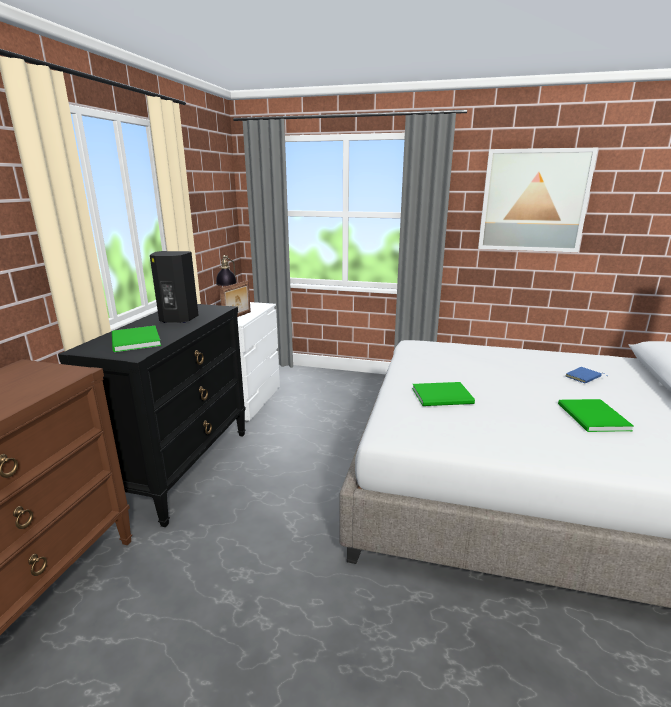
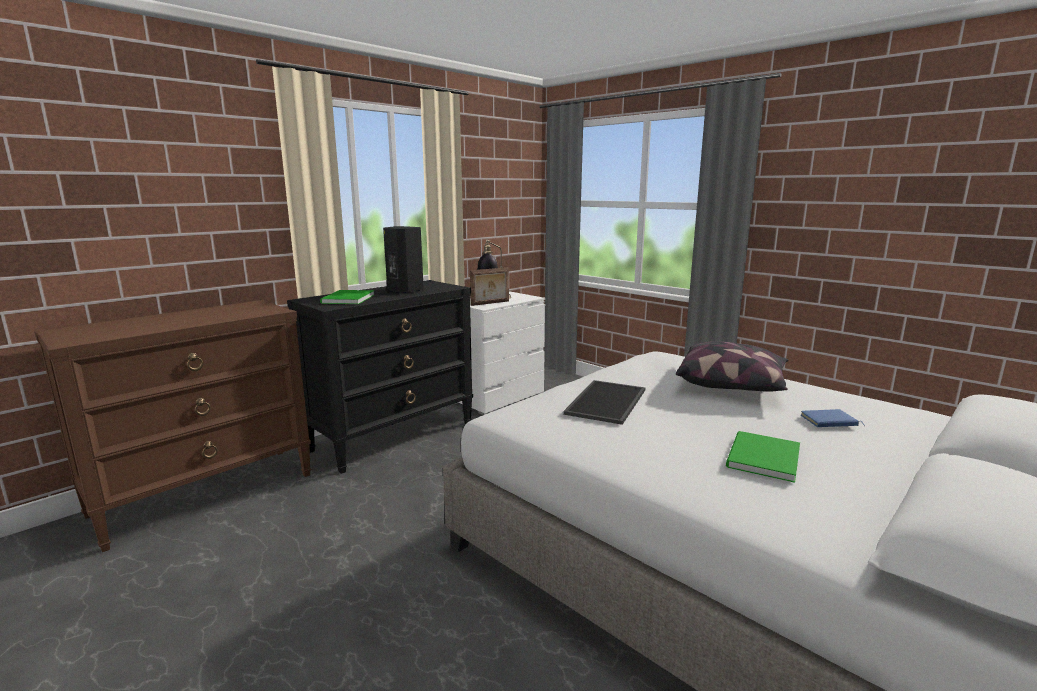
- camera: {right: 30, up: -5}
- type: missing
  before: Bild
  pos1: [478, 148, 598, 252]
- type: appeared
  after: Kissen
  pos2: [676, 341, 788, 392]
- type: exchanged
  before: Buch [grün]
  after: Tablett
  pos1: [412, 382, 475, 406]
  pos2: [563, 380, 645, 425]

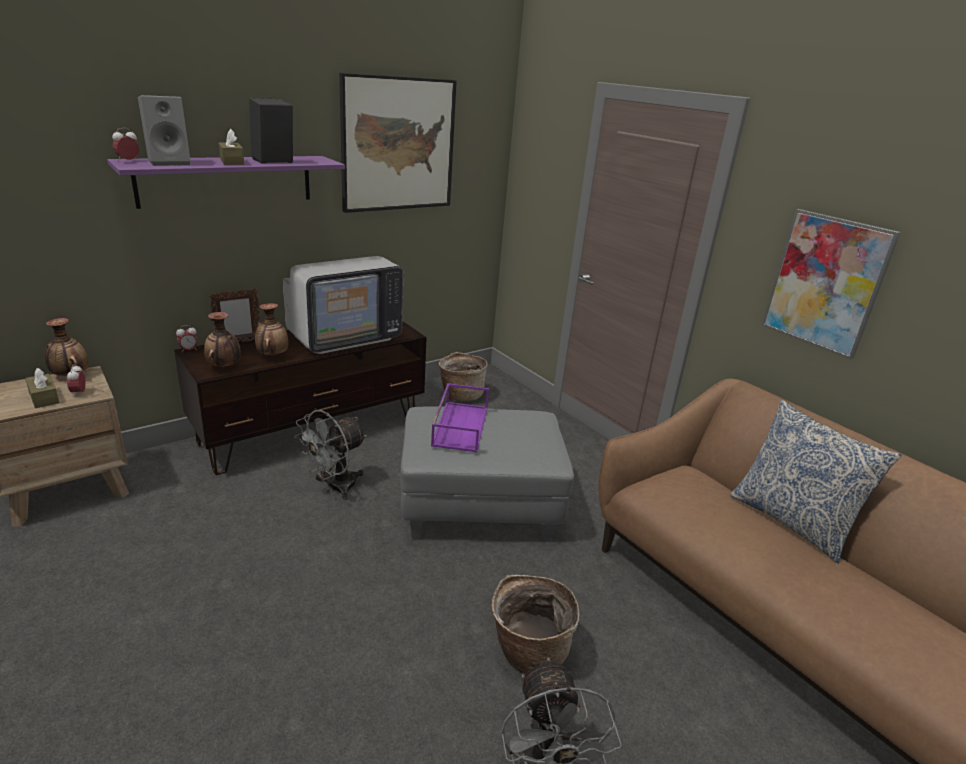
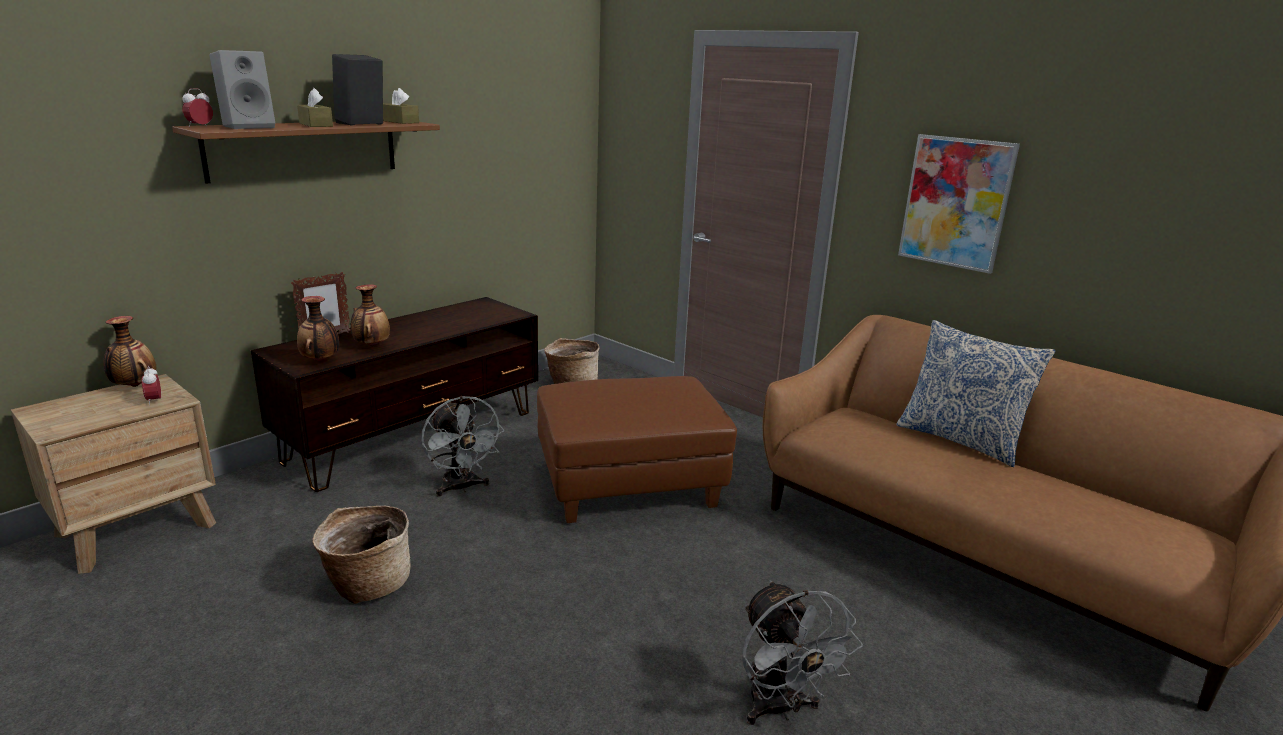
- camera: {right: -10, up: -5}
- type: missing
  before: Wecker
  pos1: [176, 325, 198, 353]
- type: missing
  before: Fernseher
  pos1: [283, 256, 403, 354]
- type: missing
  before: Bild
  pos1: [339, 73, 457, 213]
- type: missing
  before: Tablett [lila]
  pos1: [431, 383, 489, 453]
- type: relocated
  before: Taschentuchbox [braun]
  pos1: [25, 368, 59, 408]
  pos2: [383, 88, 419, 124]
- type: relocated
  before: Korb
  pos1: [492, 575, 579, 674]
  pos2: [312, 506, 410, 604]
- type: colour
  before: Wandregal [lila]
  after: Wandregal [braun]
  pos1: [107, 156, 345, 209]
  pos2: [172, 121, 440, 184]
- type: colour
  before: Polsterhocker [grau]
  after: Polsterhocker [braun]
  pos1: [400, 407, 574, 541]
  pos2: [537, 376, 737, 523]
- type: spun
  before: Ventilator [grau]
  pos1: [294, 410, 367, 500]
  pos2: [421, 396, 504, 497]
  turn: -60

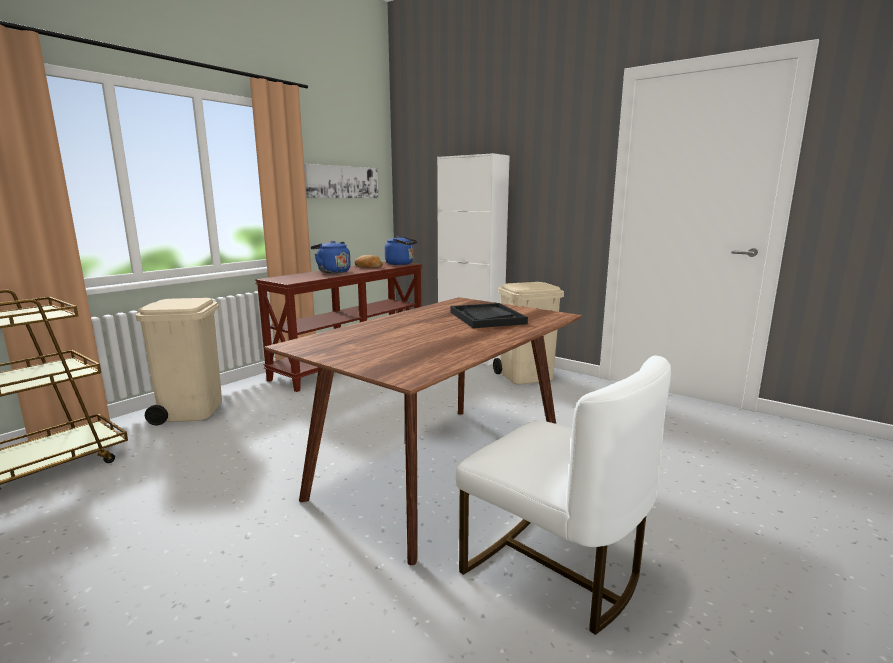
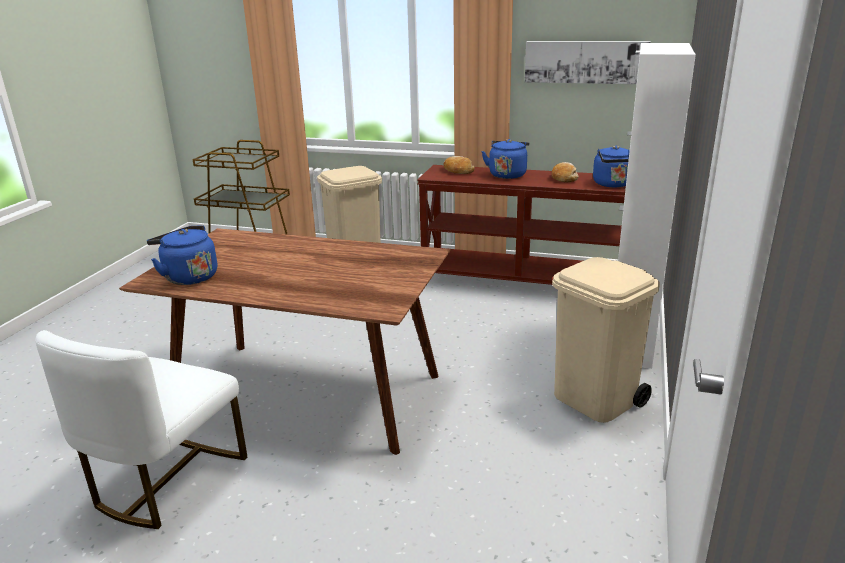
- camera: {right: 70, up: 10}
- type: missing
  before: Tablett [schwarz]
  pos1: [450, 303, 528, 328]
- type: appeared
  after: Wasserkessel [blau]
  pos2: [147, 225, 217, 285]
- type: appeared
  after: Brot
  pos2: [443, 156, 475, 174]

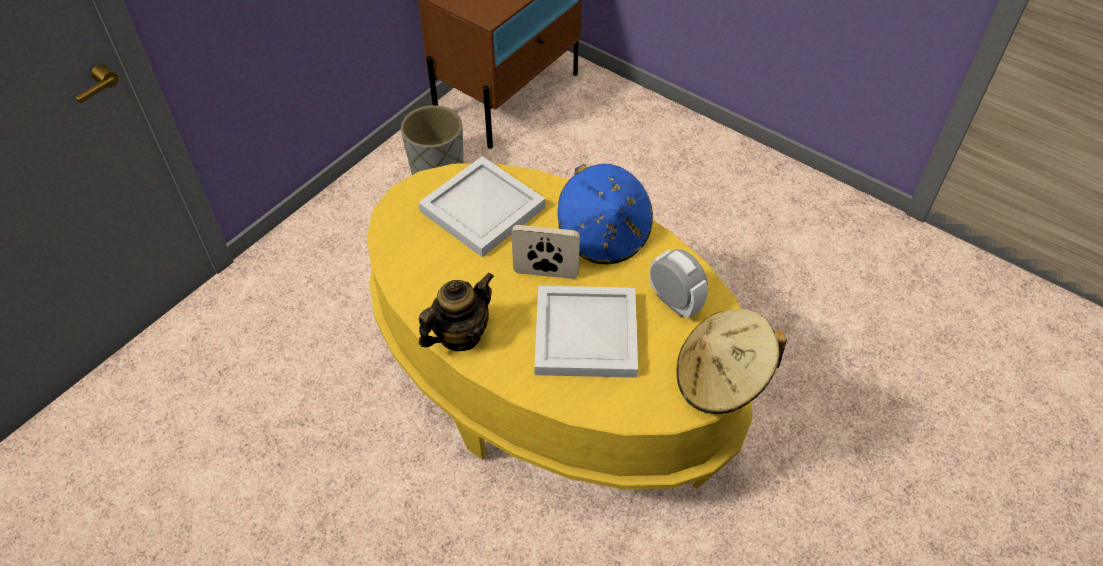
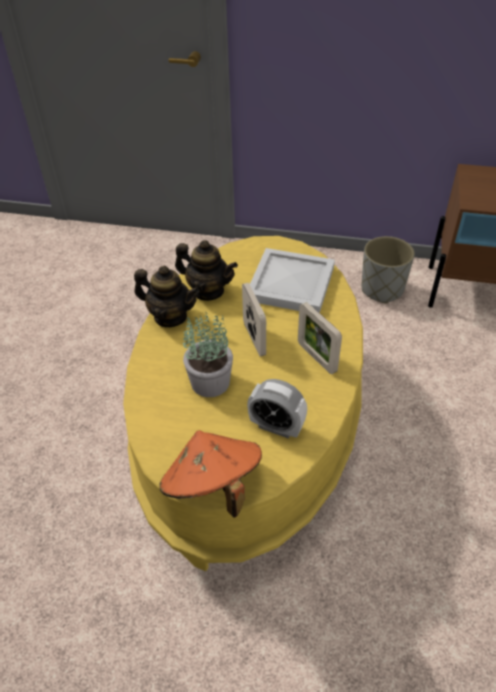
- camera: {right: 65, up: -5}
- type: appeared
  after: Teekanne
  pos2: [175, 240, 238, 301]
- type: exchanged
  before: Tablett [weiß]
  after: Topfpflanze
  pos1: [534, 286, 638, 378]
  pos2: [183, 312, 233, 397]
- type: exchanged
  before: Hut [blau]
  after: Bilderrahmen
  pos1: [558, 164, 653, 264]
  pos2: [298, 302, 342, 374]
- type: colour
  before: Hut [beige]
  after: Hut [orange]
  pos1: [677, 309, 787, 414]
  pos2: [159, 430, 262, 518]
- type: spun
  before: Wecker
  pos1: [650, 249, 708, 319]
  pos2: [247, 379, 307, 439]
  turn: 90

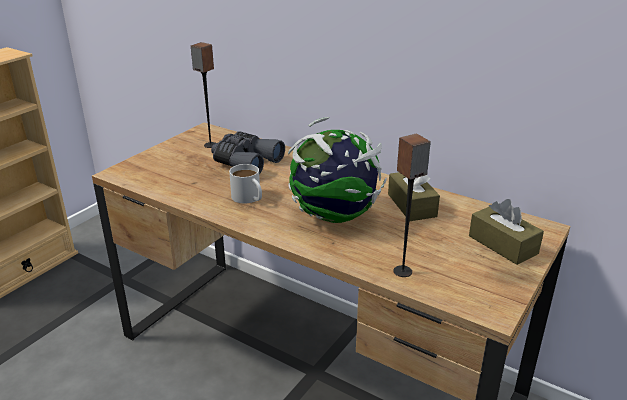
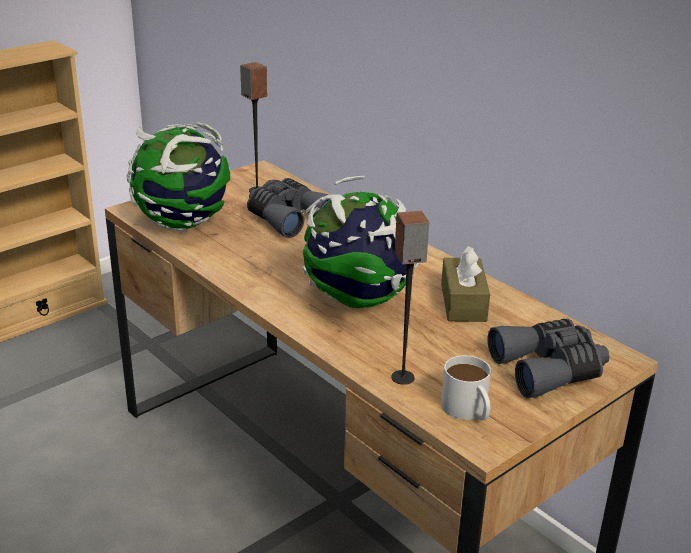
- camera: {right: 15, up: 0}
- type: appeared
  after: Globus
  pos2: [127, 123, 230, 231]
- type: relocated
  before: Henkelbecher [weiß]
  pos1: [229, 164, 262, 203]
  pos2: [441, 355, 491, 420]
- type: exchanged
  before: Taschentuchbox [braun]
  after: Fernglas [grau]
  pos1: [469, 199, 544, 265]
  pos2: [487, 319, 610, 398]

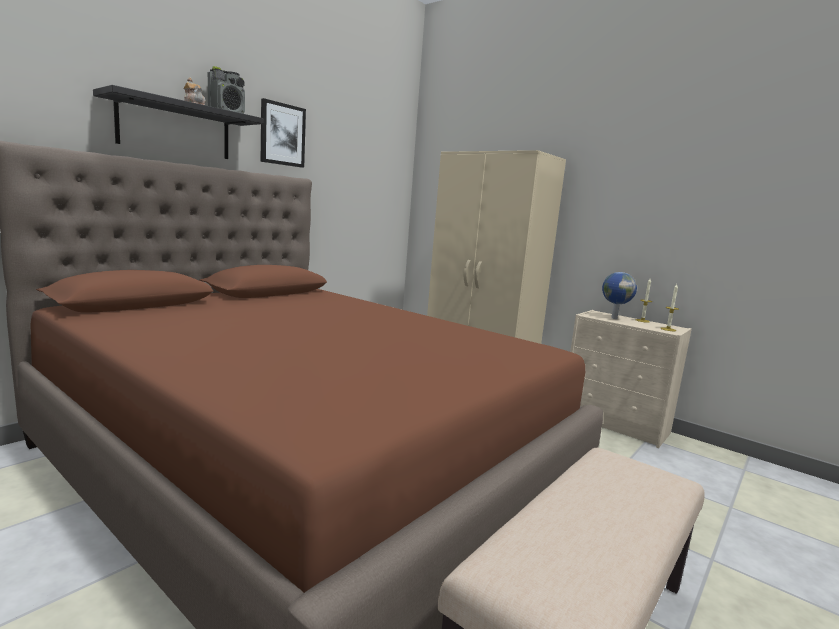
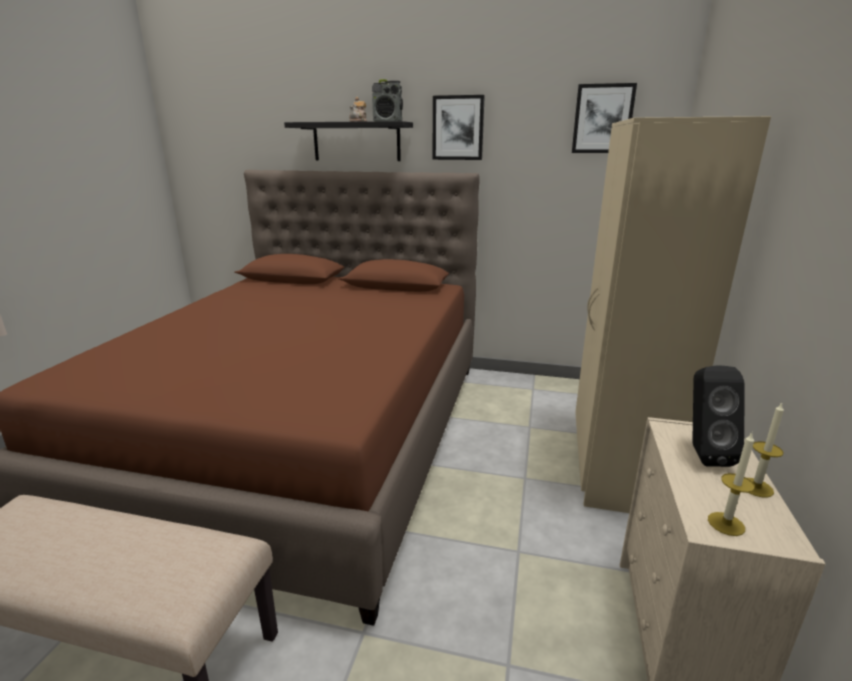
- camera: {right: 65, up: 10}
- type: appeared
  after: Bild
  pos2: [572, 83, 637, 153]
- type: exchanged
  before: Globus
  after: Lautsprecher [schwarz]
  pos1: [602, 272, 637, 319]
  pos2: [692, 365, 744, 467]

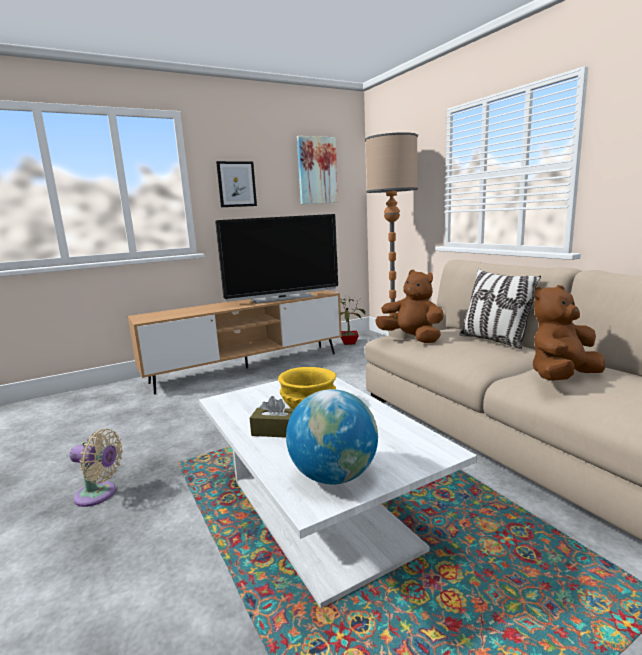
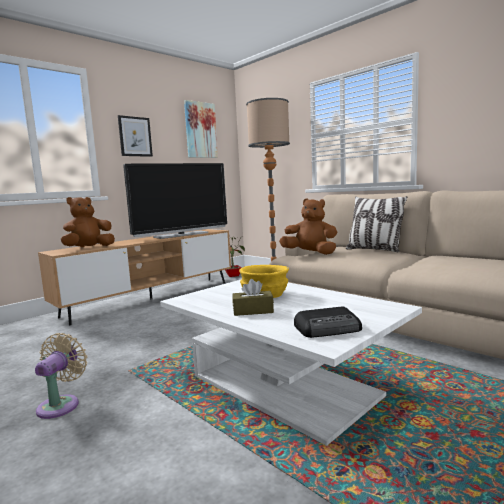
- camera: {right: -15, up: -5}
- type: relocated
  before: Plüschtier [braun]
  pos1: [533, 285, 605, 381]
  pos2: [61, 197, 115, 247]
- type: exchanged
  before: Globus
  after: Radio
  pos1: [286, 389, 378, 485]
  pos2: [294, 307, 362, 338]
- type: spun
  before: Ventilator [beige]
  pos1: [70, 429, 123, 507]
  pos2: [35, 333, 87, 419]
  turn: -75

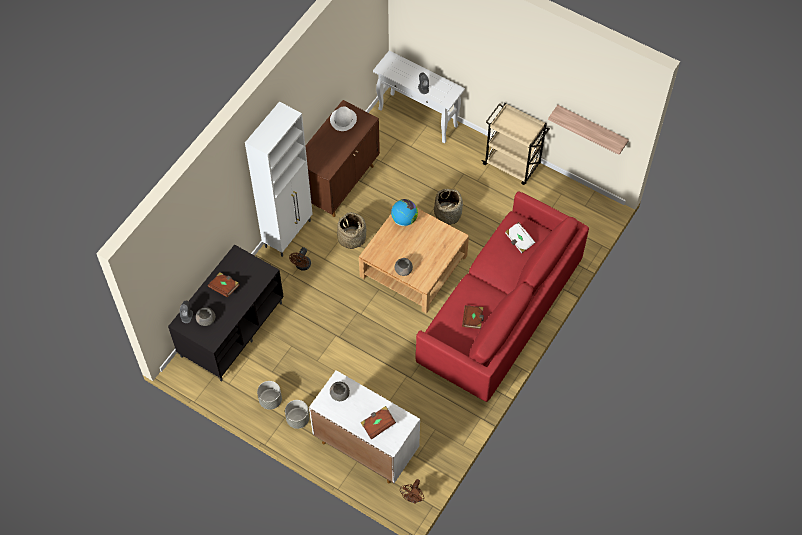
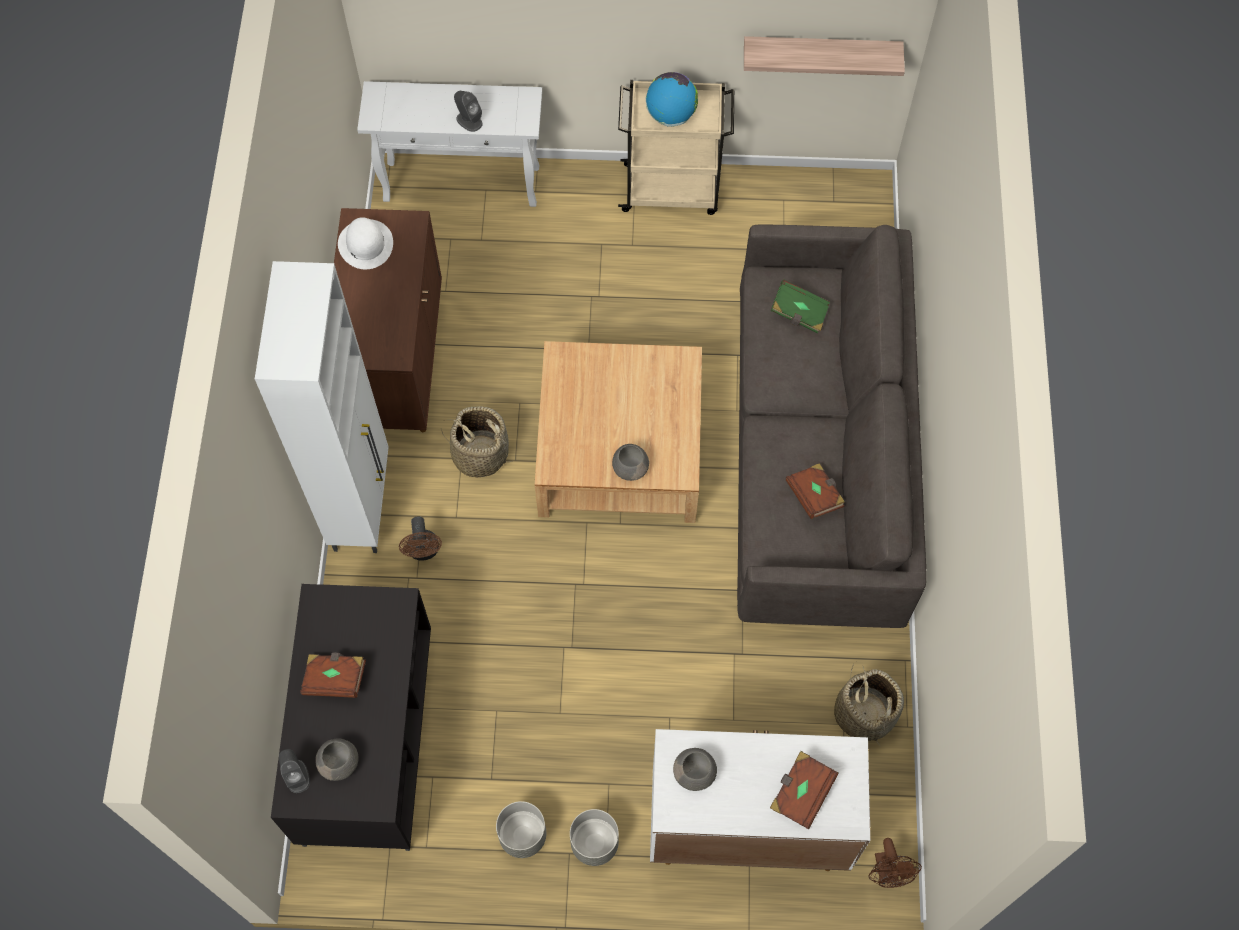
- camera: {right: -30, up: 5}
- type: relocated
  before: Globus
  pos1: [391, 199, 418, 226]
  pos2: [646, 72, 698, 127]
- type: relocated
  before: Korb
  pos1: [434, 188, 463, 225]
  pos2: [834, 664, 904, 746]
- type: colour
  before: Sofa [rot]
  after: Sofa [grau]
  pos1: [415, 192, 589, 402]
  pos2: [737, 225, 926, 628]
- type: colour
  before: Buch [weiß]
  after: Buch [grün]
  pos1: [505, 222, 536, 253]
  pos2: [771, 279, 830, 333]

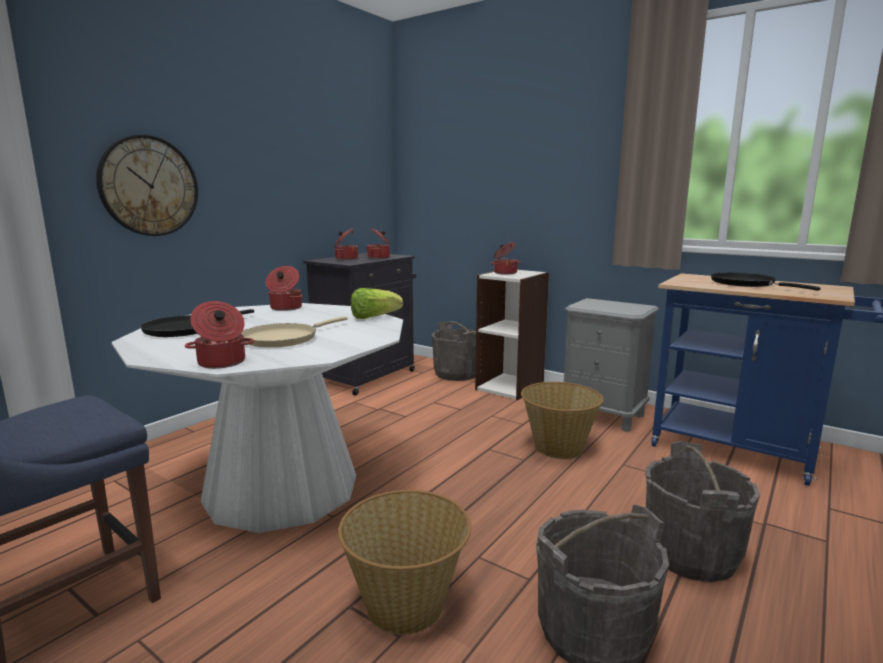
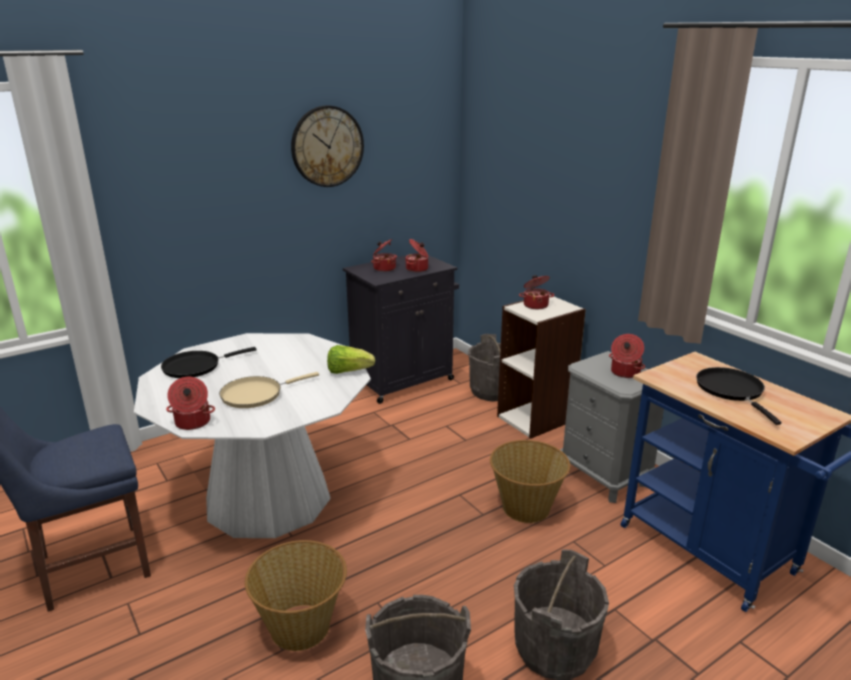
- camera: {right: 20, up: 10}
- type: relocated
  before: Wanduhr
  pos1: [96, 135, 198, 236]
  pos2: [291, 105, 364, 187]
- type: relocated
  before: Kochtopf
  pos1: [266, 266, 303, 311]
  pos2: [609, 334, 645, 378]

